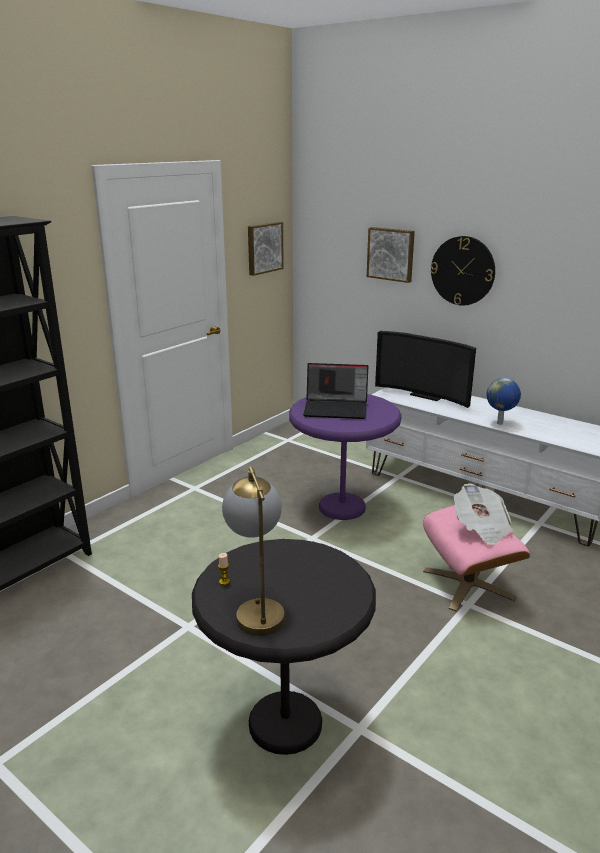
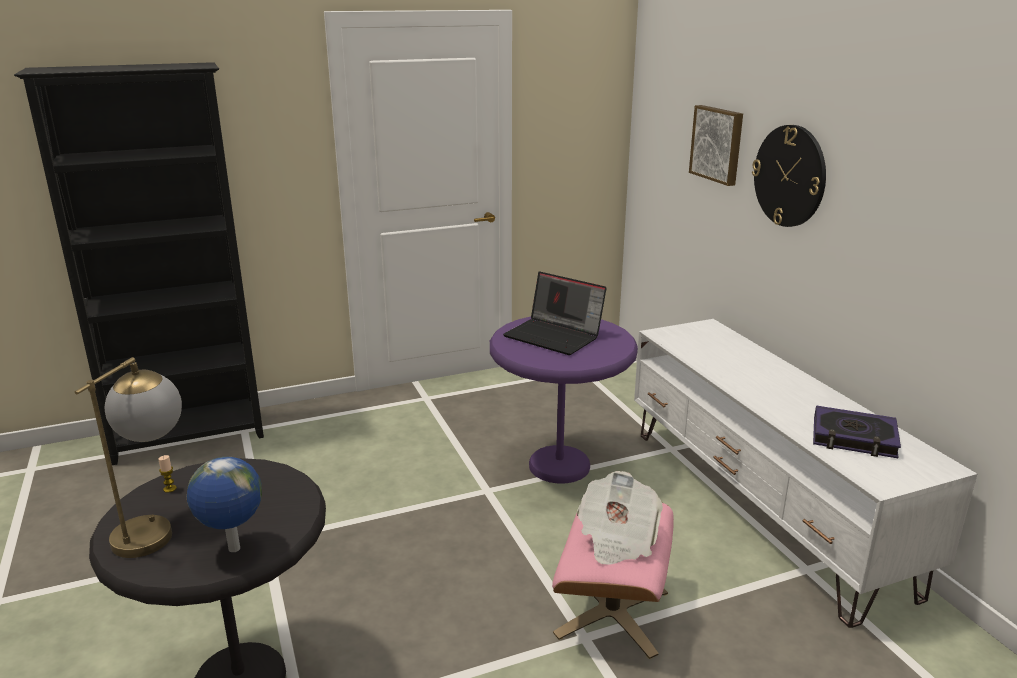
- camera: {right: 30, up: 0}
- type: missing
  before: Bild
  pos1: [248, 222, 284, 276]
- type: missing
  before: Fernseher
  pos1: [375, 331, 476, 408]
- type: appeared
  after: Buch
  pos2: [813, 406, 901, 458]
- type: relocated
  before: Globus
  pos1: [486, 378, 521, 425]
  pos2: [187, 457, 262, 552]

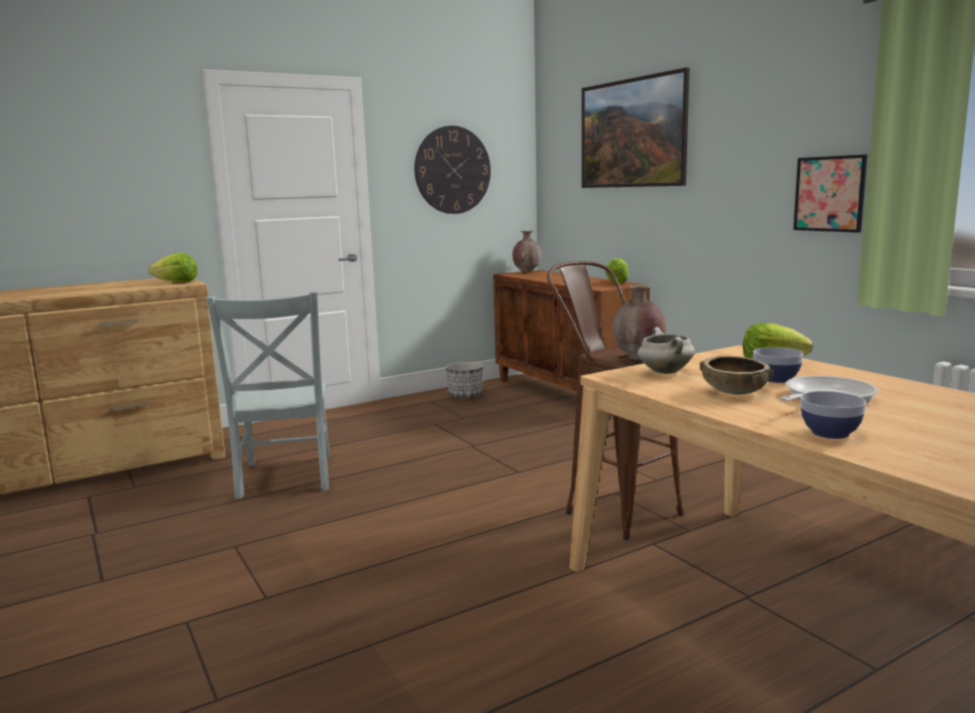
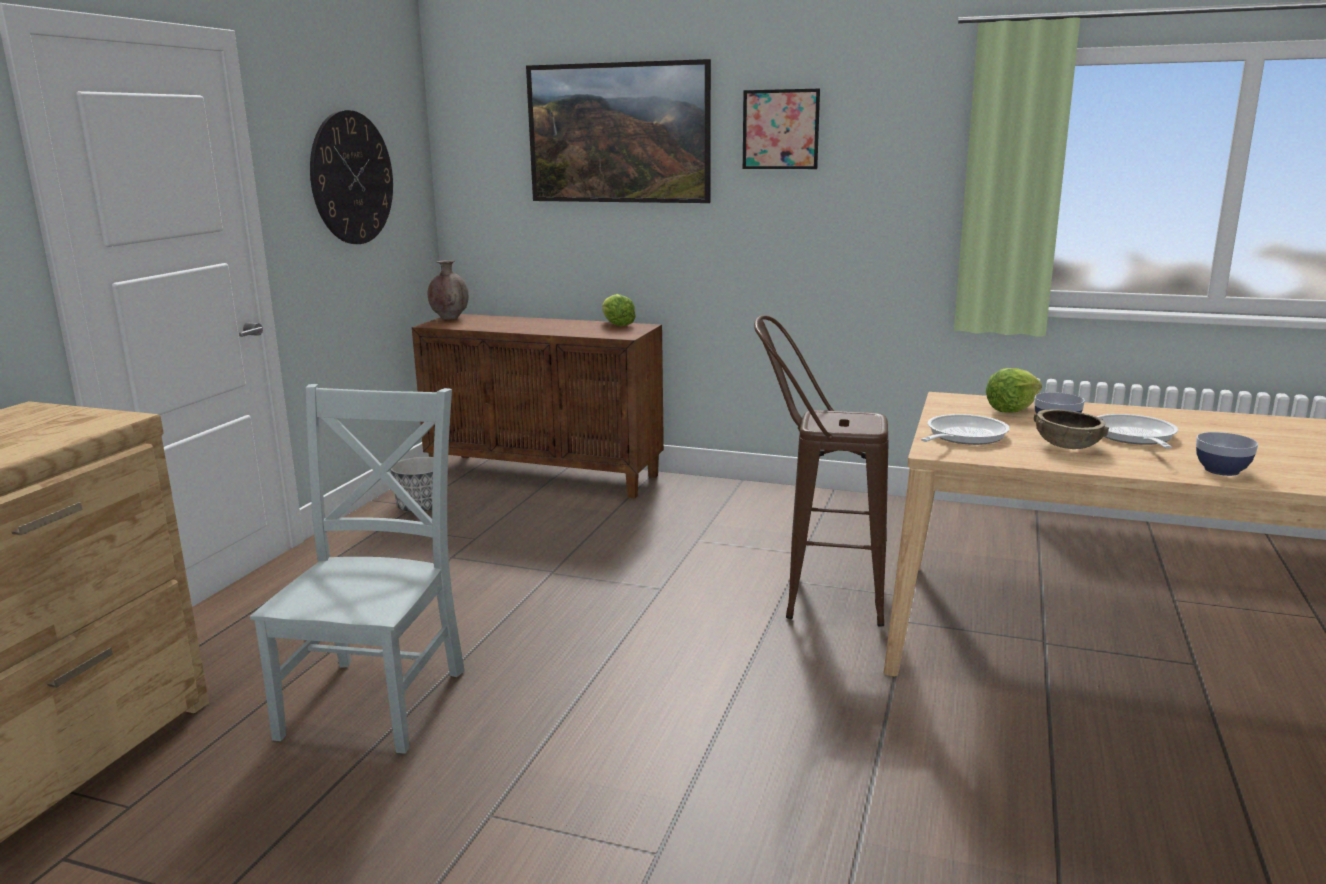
- camera: {right: -40, up: 5}
- type: missing
  before: Salatkopf
  pos1: [148, 253, 198, 282]
- type: missing
  before: Vase [braun]
  pos1: [613, 285, 666, 360]
- type: relocated
  before: Bild
  pos1: [793, 154, 868, 233]
  pos2: [743, 89, 820, 169]
- type: exchanged
  before: Kochtopf [weiß]
  after: Pfanne
  pos1: [637, 327, 695, 374]
  pos2: [921, 414, 1010, 445]
- type: spun
  before: Stuhl [grau]
  pos1: [206, 291, 330, 499]
  pos2: [250, 384, 465, 754]
  turn: -120

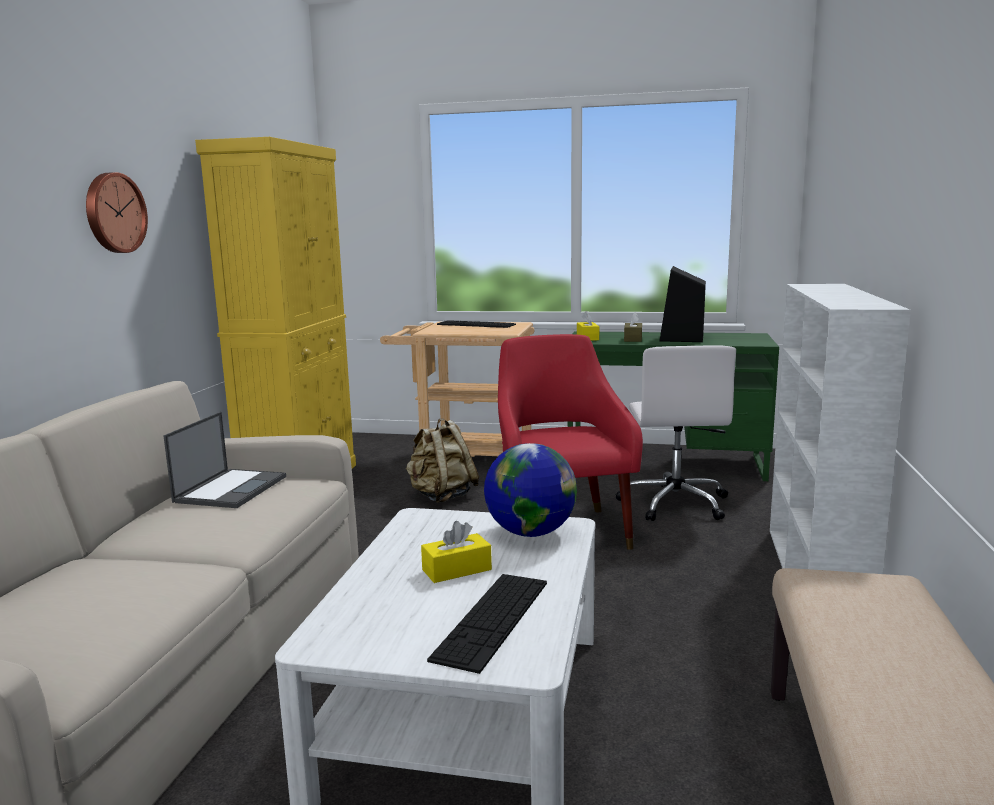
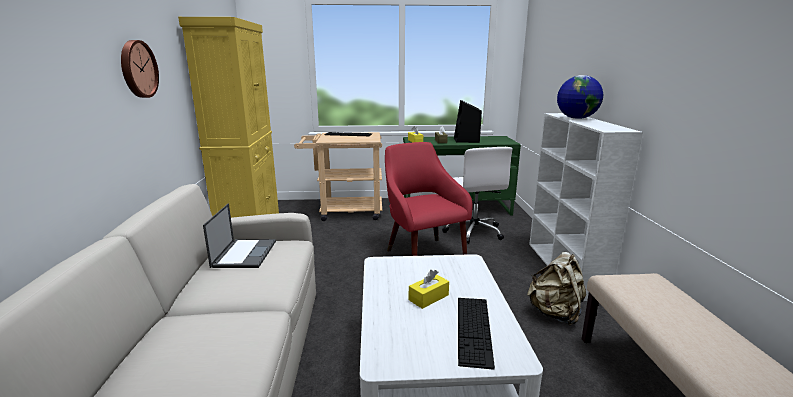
- camera: {right: -15, up: 5}
- type: relocated
  before: Rucksack [beige]
  pos1: [406, 419, 479, 503]
  pos2: [527, 252, 586, 326]
- type: relocated
  before: Globus
  pos1: [484, 443, 577, 537]
  pos2: [557, 75, 603, 119]

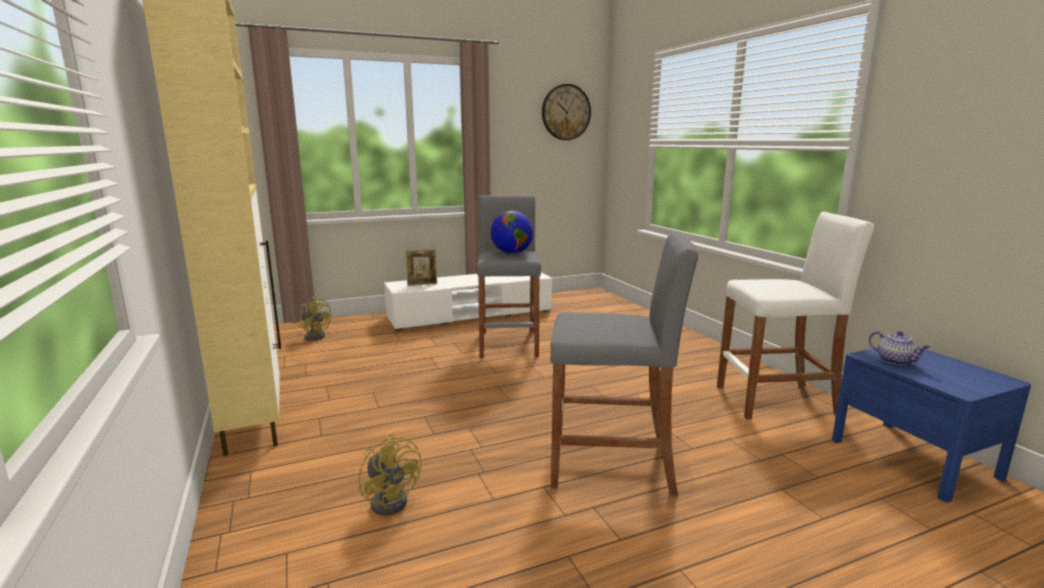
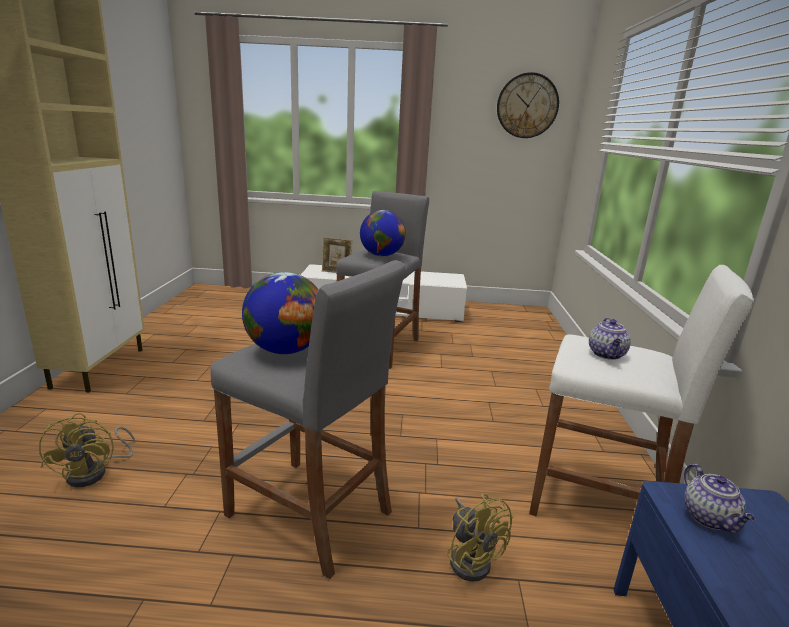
- camera: {right: 25, up: 5}
- type: appeared
  after: Globus
  pos2: [242, 272, 318, 354]
- type: appeared
  after: Teekanne
  pos2: [589, 318, 631, 360]
- type: relocated
  before: Ventilator [gelb]
  pos1: [300, 297, 331, 341]
  pos2: [447, 493, 514, 582]

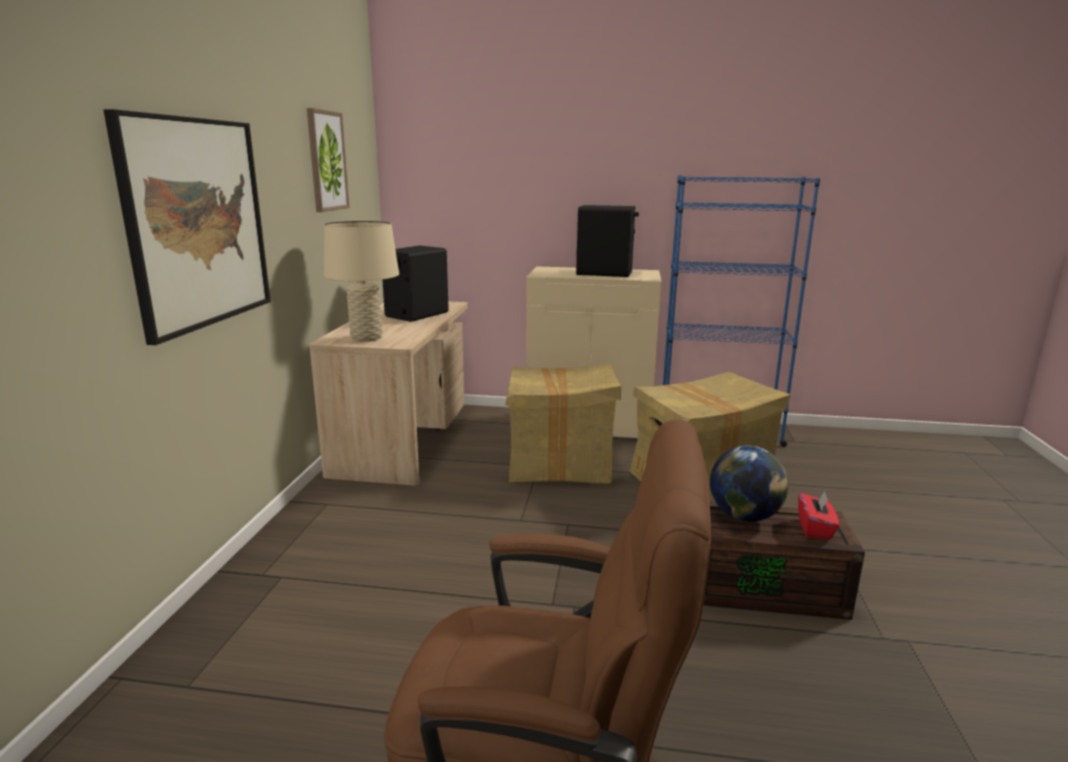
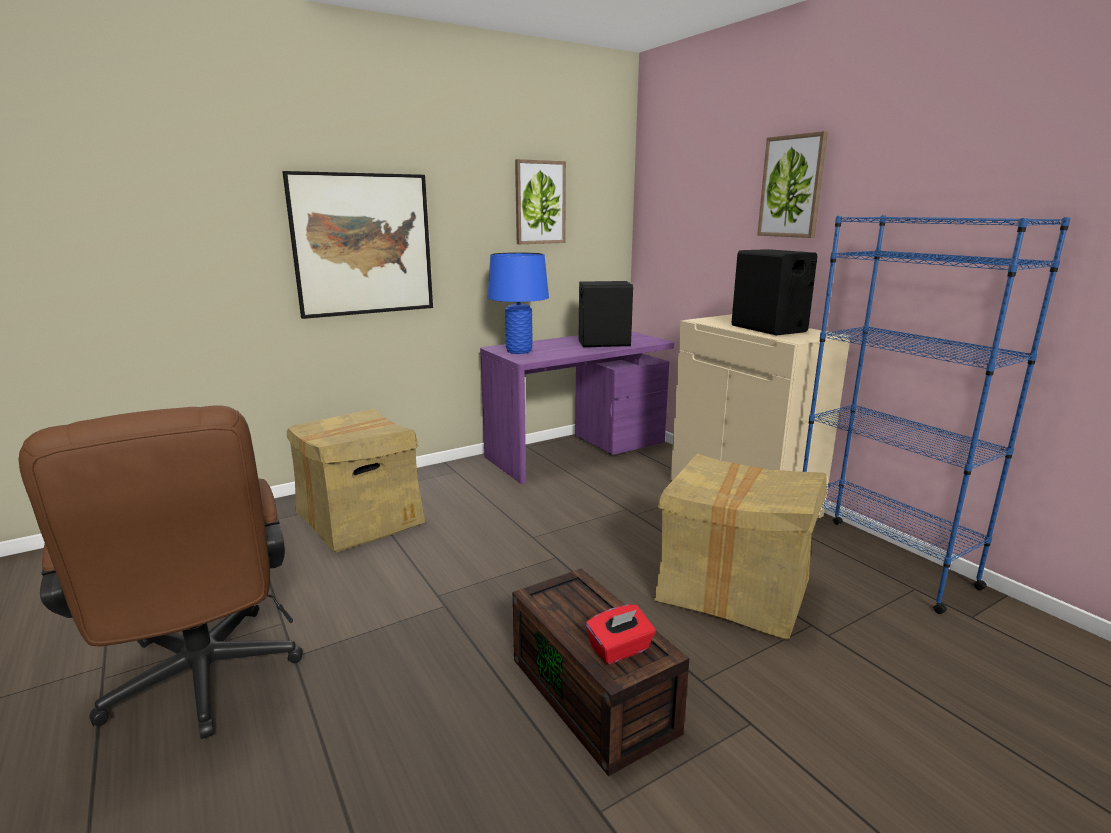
- camera: {right: 50, up: 0}
- type: missing
  before: Globus
  pos1: [710, 446, 789, 522]
- type: appeared
  after: Bild
  pos2: [757, 131, 828, 238]
- type: relocated
  before: Karton
  pos1: [505, 363, 621, 484]
  pos2: [287, 409, 425, 552]
- type: colour
  before: Schreibtisch [beige]
  after: Schreibtisch [lila]
  pos1: [309, 302, 468, 485]
  pos2: [480, 331, 674, 484]
- type: colour
  before: Tischlampe [beige]
  after: Tischlampe [blau]
  pos1: [324, 221, 399, 342]
  pos2: [487, 252, 549, 354]

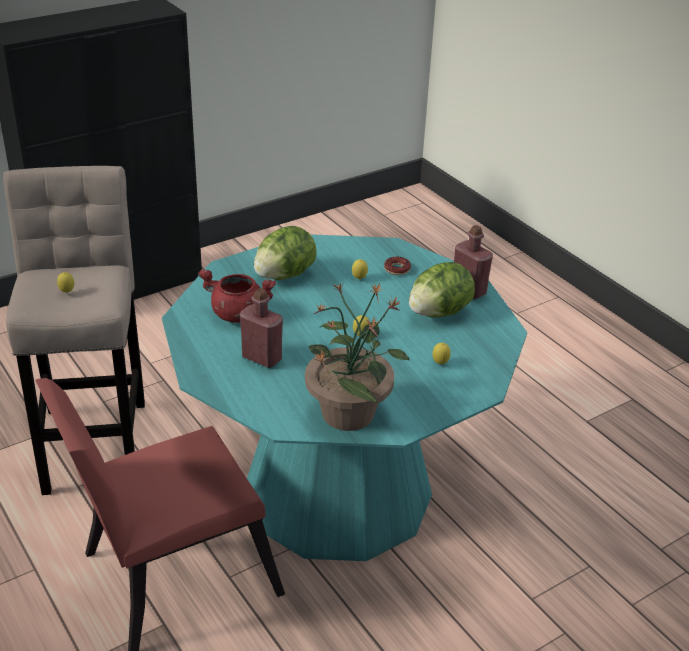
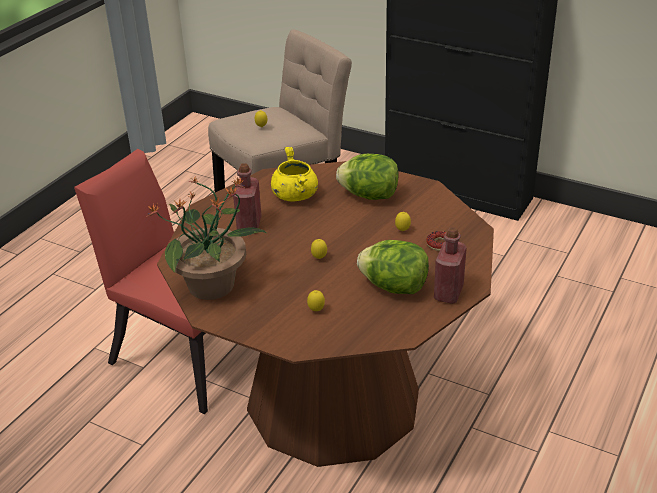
- camera: {right: 65, up: 0}
- type: colour
  before: Esstisch [türkis]
  after: Esstisch [braun]
  pos1: [162, 234, 527, 561]
  pos2: [157, 161, 494, 467]
- type: colour
  before: Kochtopf [rot]
  after: Kochtopf [gelb]
  pos1: [198, 270, 276, 323]
  pos2: [271, 147, 318, 201]

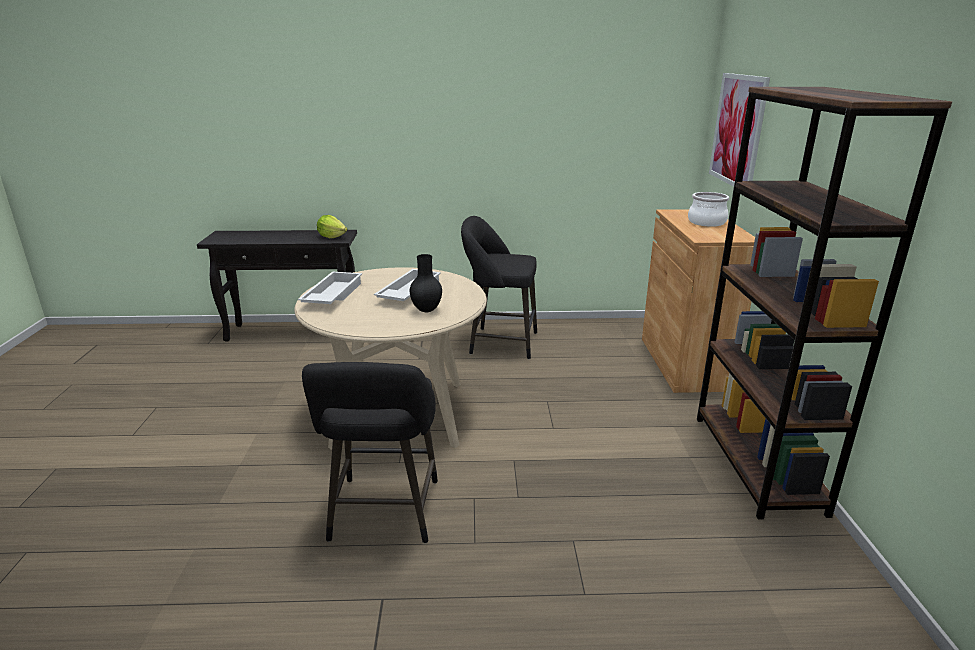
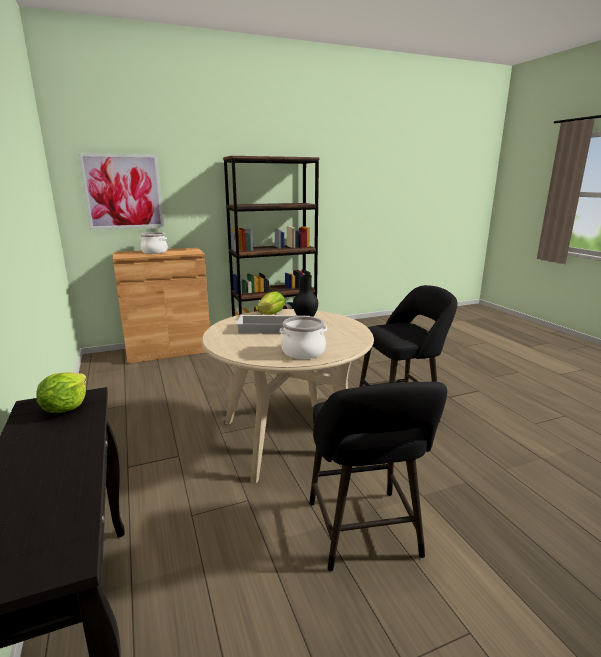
- camera: {right: -110, up: -5}
- type: appeared
  after: Salatkopf
  pos2: [256, 291, 285, 315]
- type: relocated
  before: Hocker [schwarz]
  pos1: [461, 216, 537, 360]
  pos2: [310, 382, 447, 572]
- type: exchanged
  before: Tablett [weiß]
  after: Kochtopf
  pos1: [298, 272, 362, 304]
  pos2: [280, 316, 327, 359]

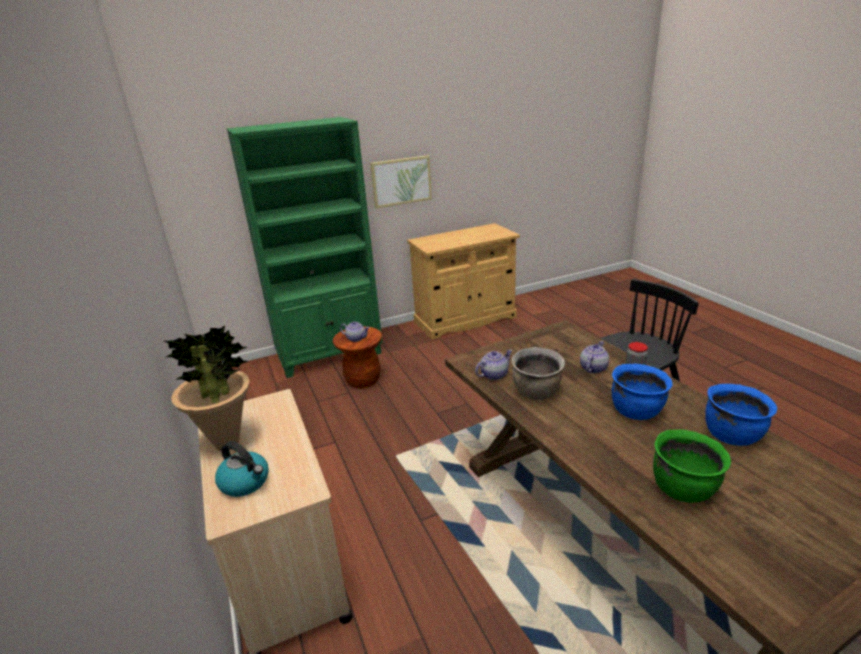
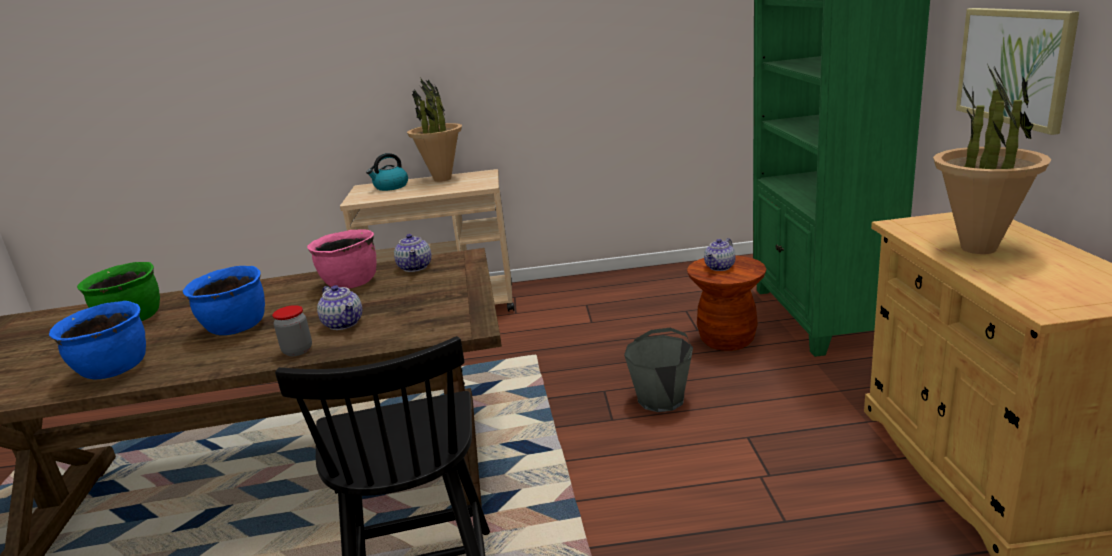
- camera: {right: 110, up: -5}
- type: appeared
  after: Eimer [grau]
  pos2: [624, 328, 693, 412]
- type: appeared
  after: Topfpflanze
  pos2: [933, 64, 1051, 254]
- type: colour
  before: Kochtopf [braun]
  after: Kochtopf [rosa]
  pos1: [511, 347, 565, 400]
  pos2: [307, 230, 377, 289]

